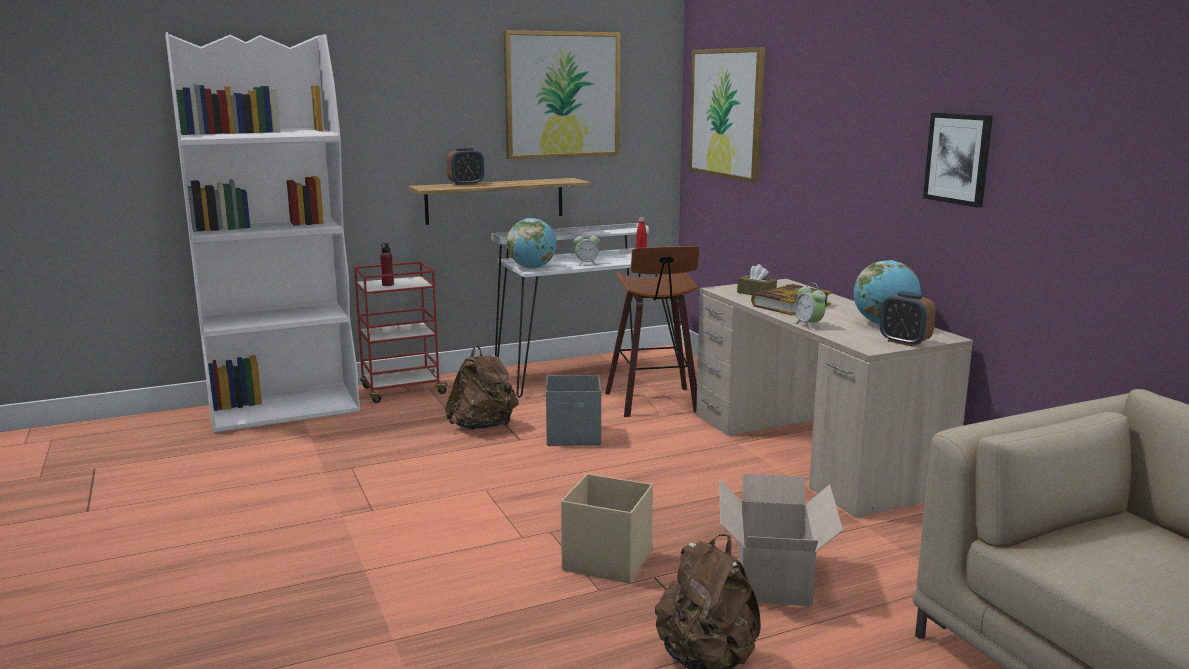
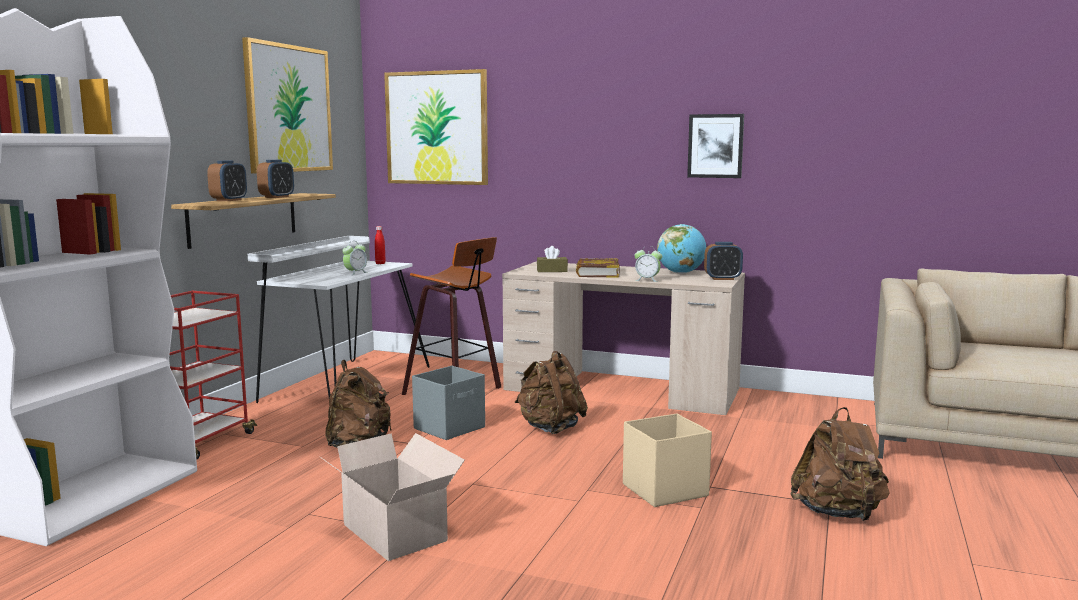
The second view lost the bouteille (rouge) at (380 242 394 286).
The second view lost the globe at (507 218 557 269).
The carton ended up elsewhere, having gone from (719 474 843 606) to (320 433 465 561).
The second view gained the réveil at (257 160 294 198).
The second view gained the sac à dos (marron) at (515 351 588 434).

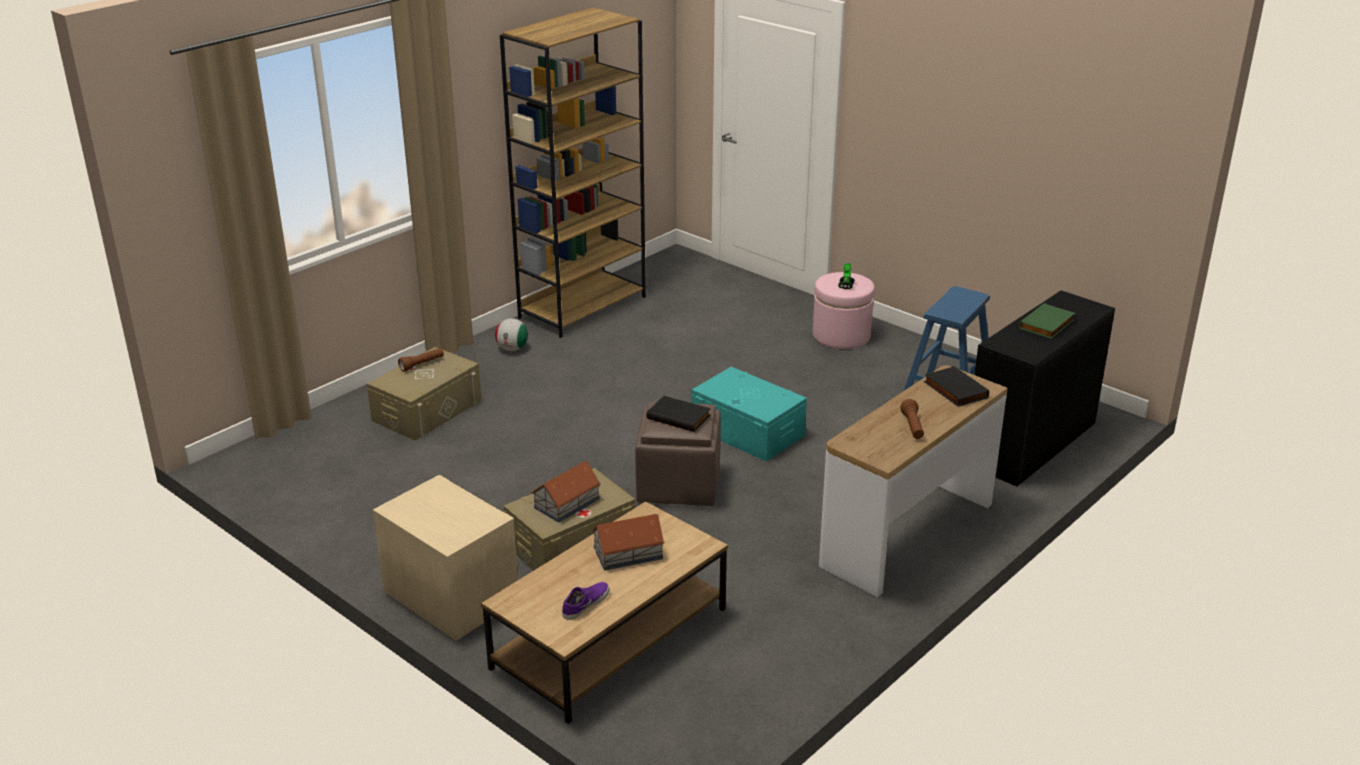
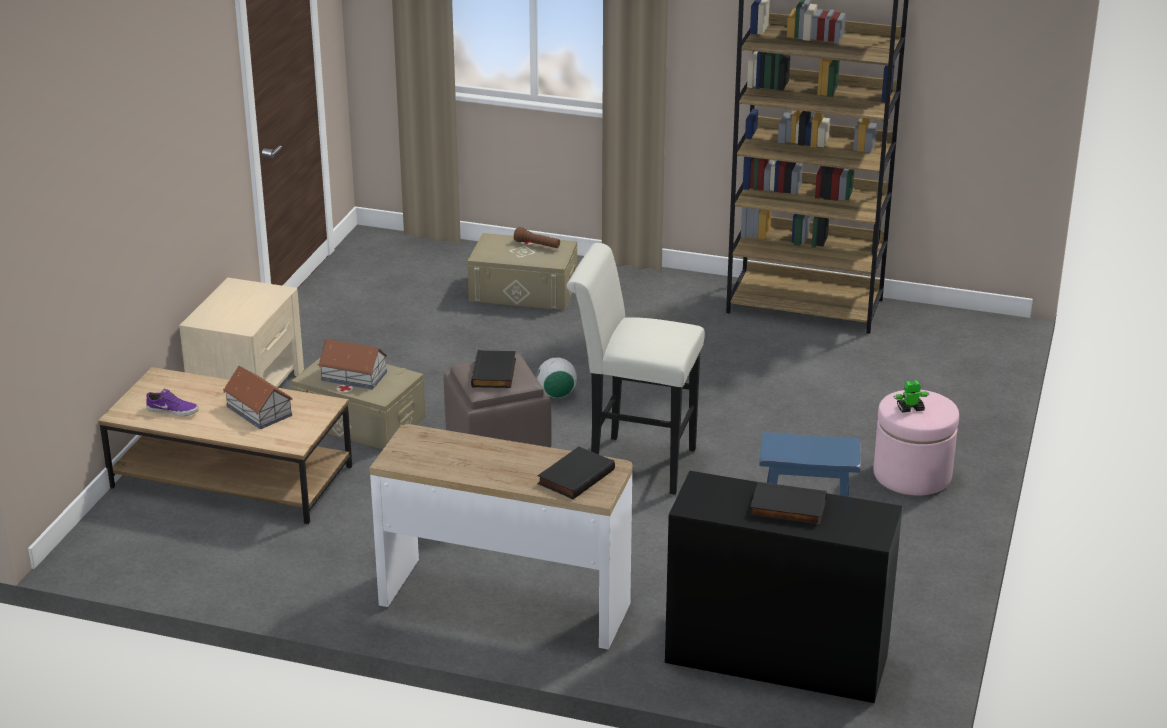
The ballon de foot ended up elsewhere, having gone from (495 318 528 351) to (537 358 577 398).
Where the boîte de rangement (turquoise) stood at (691 367 807 462), the tabouret (blanc) came to stand at (566 243 705 495).
The second view lost the lampe de poche (marron) at (900 399 924 439).
What was the livre (vert) at (1019 303 1075 339) turned into the livre (noir) at (750 482 827 525).

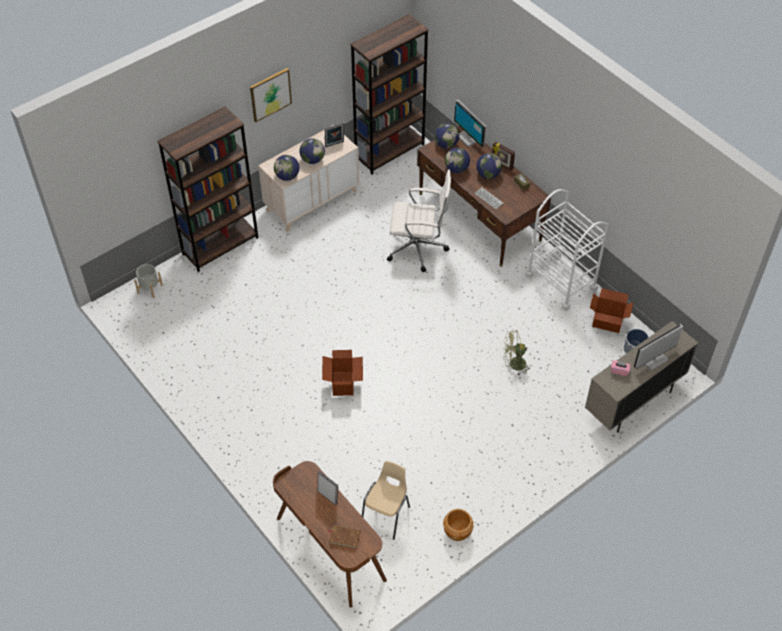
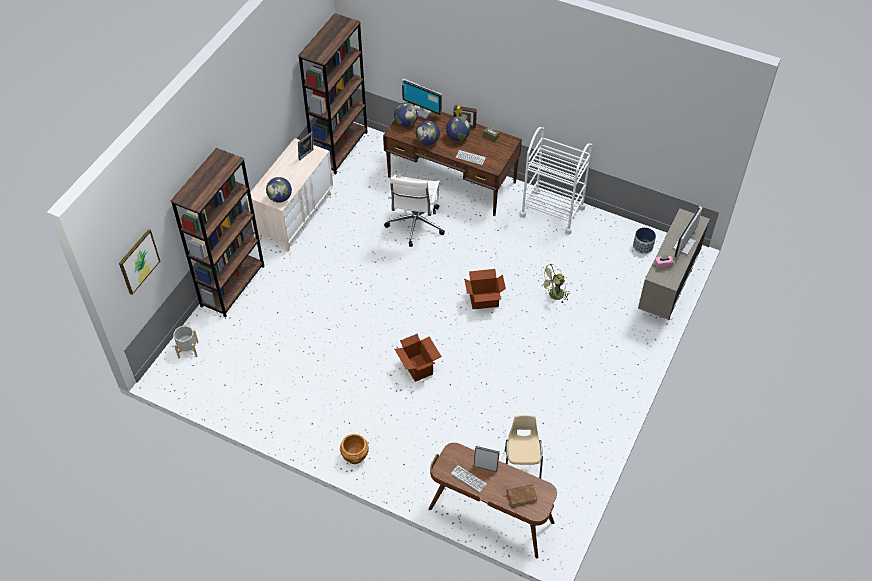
The tableau ended up elsewhere, having gone from (250 68 292 122) to (119 229 160 295).
The second view lost the globe at (299 138 325 164).
The chaise de bureau (blanc) at (387 170 451 272) ended up facing another way, 120 degrees clockwise from before.
The cache-pot (marron) ended up elsewhere, having gone from (443 509 473 541) to (340 434 369 464).
The carton ended up elsewhere, having gone from (590 288 633 333) to (464 269 506 309).
The second view gained the clavier at (451 465 487 492).

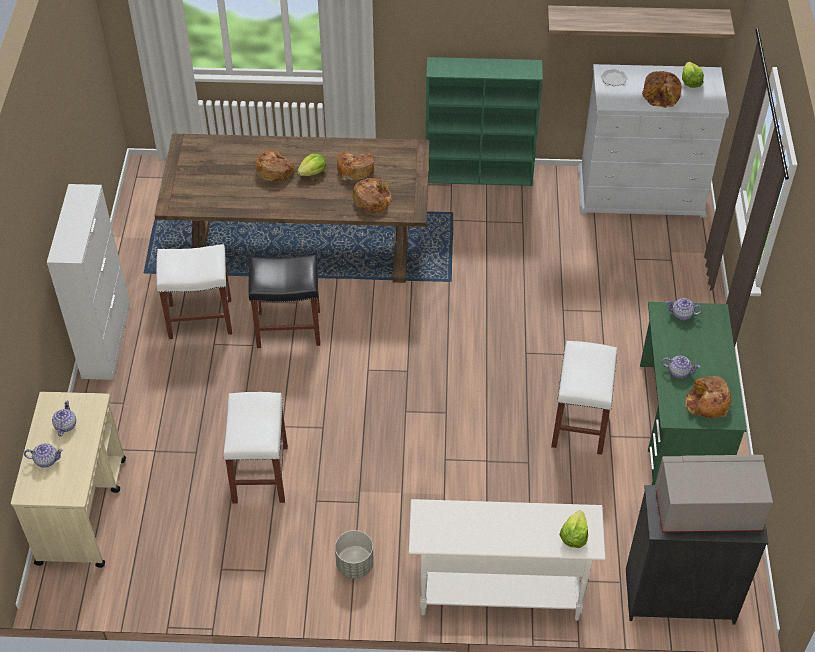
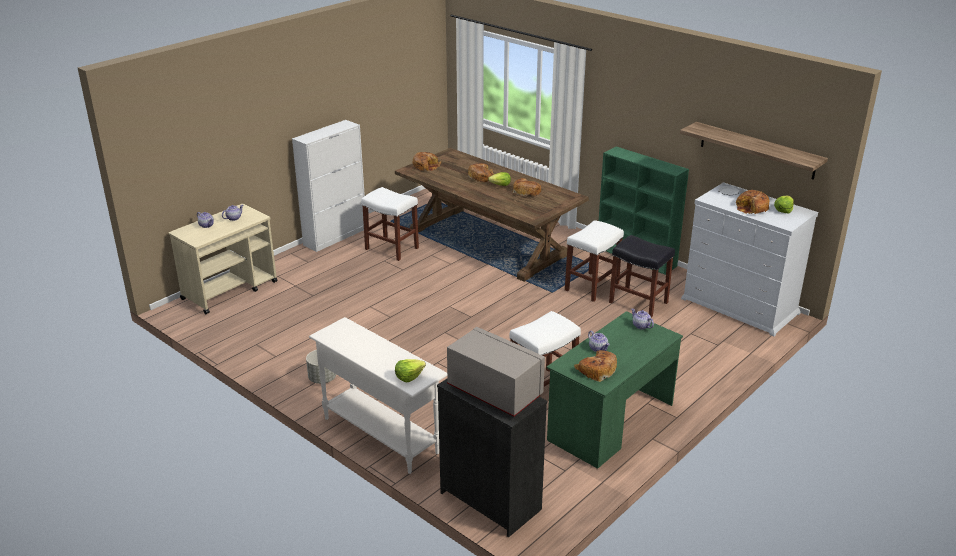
The tabouret (blanc) ended up elsewhere, having gone from (224 392 288 503) to (565 220 624 302).
The tabouret (noir) ended up elsewhere, having gone from (248 255 320 348) to (609 235 675 318).
The pain ended up elsewhere, having gone from (353 178 392 213) to (413 152 441 171).

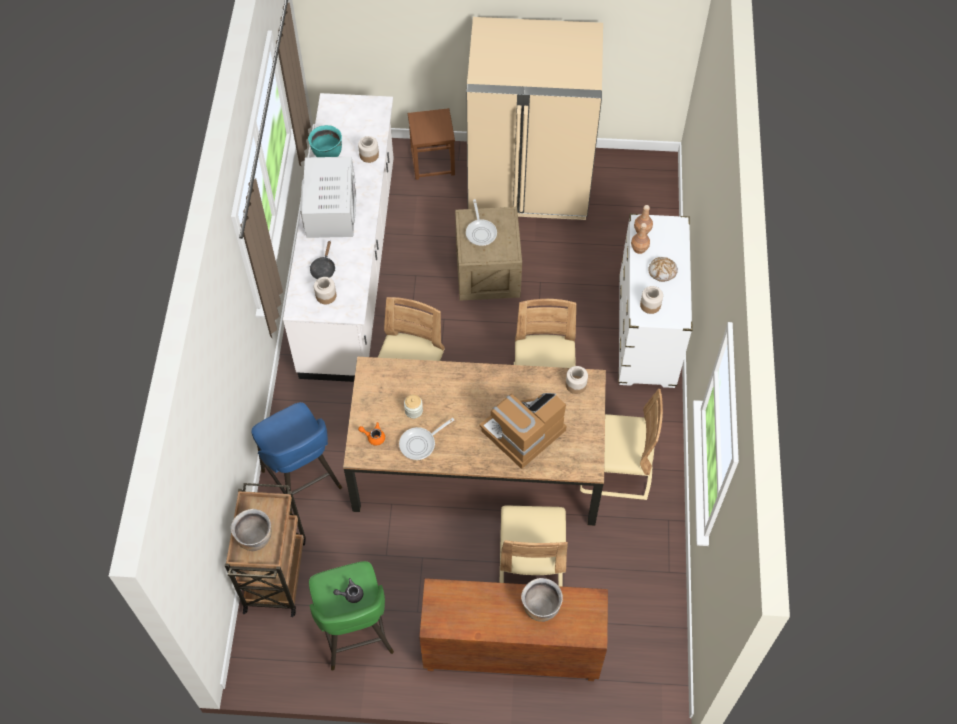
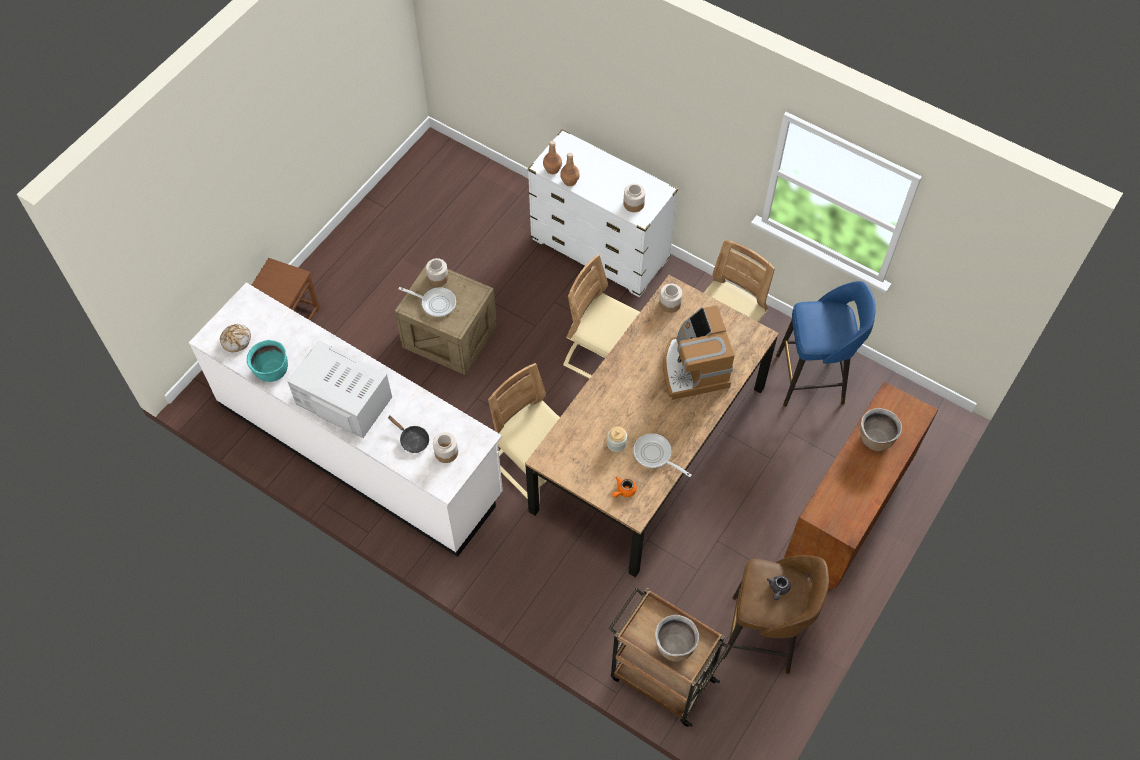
The tabouret (bleu) ended up elsewhere, having gone from (251 402 342 514) to (776 281 876 407).
What was the tabouret (vert) at (309 561 394 671) turned into the tabouret (marron) at (723 555 829 674).
The bocal ended up elsewhere, having gone from (358 136 379 163) to (426 258 448 286).
The poêle at (399 418 454 460) ended up facing another way, 135 degrees clockwise from before.
The second view lost the réfrigérateur (beige) at (466 17 603 220).
The second view lost the chaise (beige) at (500 506 568 587).
The pain ended up elsewhere, having gone from (648 257 678 282) to (220 324 251 352).

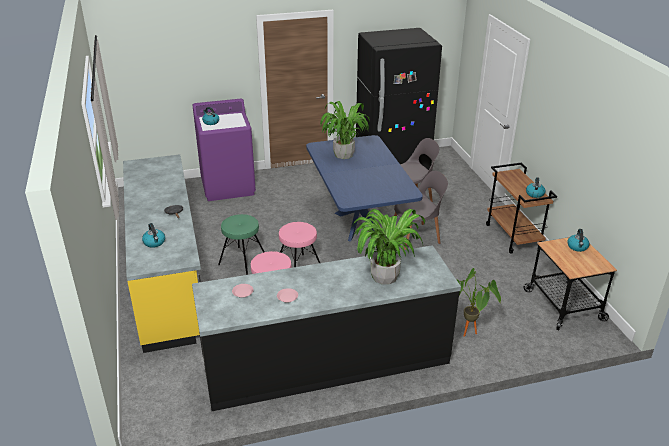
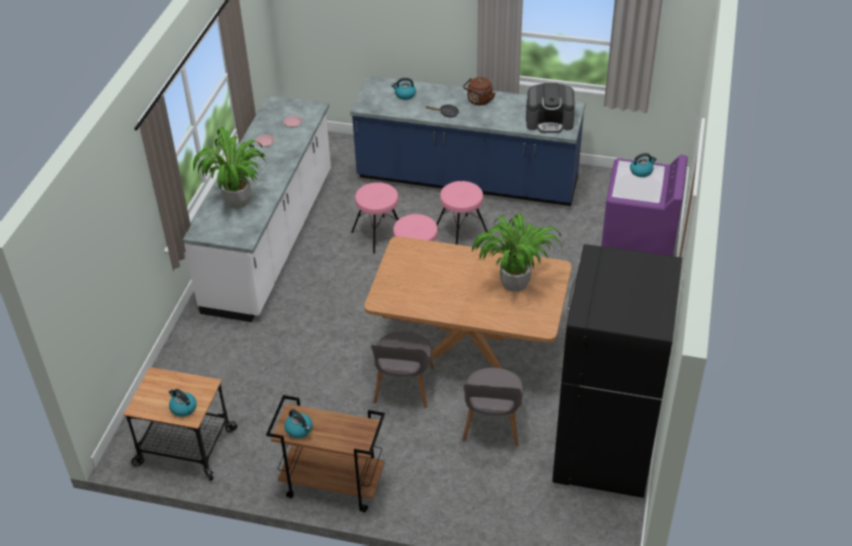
What was the comptoir de cuisine (jaune) at (123 154 201 353) turned into the comptoir de cuisine (bleu) at (350 76 586 206).
What was the comptoir de cuisine (noir) at (192 245 461 411) turned into the comptoir de cuisine (blanc) at (183 95 331 322).
What was the tabouret (vert) at (218 214 264 275) turned into the tabouret (rose) at (437 181 487 245).
What was the table à manger (bleu) at (306 135 423 242) turned into the table à manger (marron) at (364 236 571 369).
The second view lost the plante en pot at (457 268 501 337).
The second view gained the bouilloire (marron) at (463 77 495 105).
The second view gained the machine à café at (526 83 575 133).

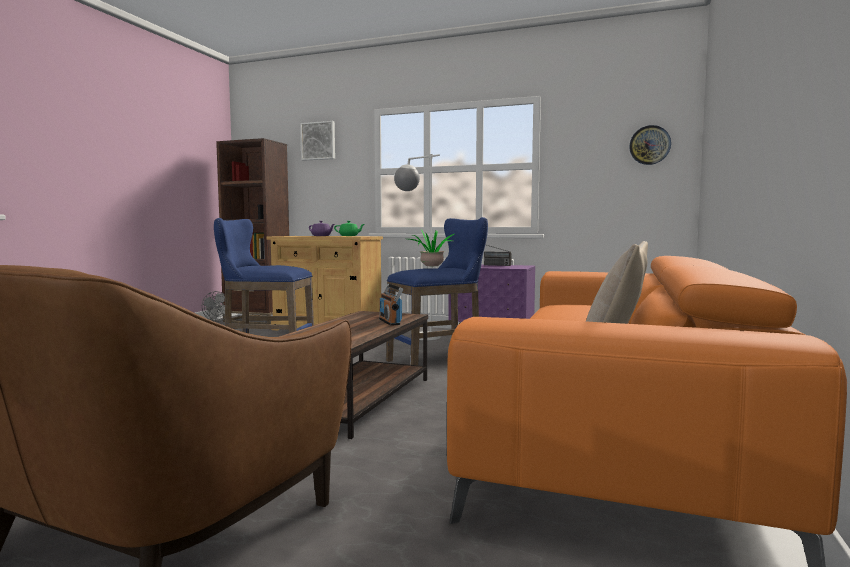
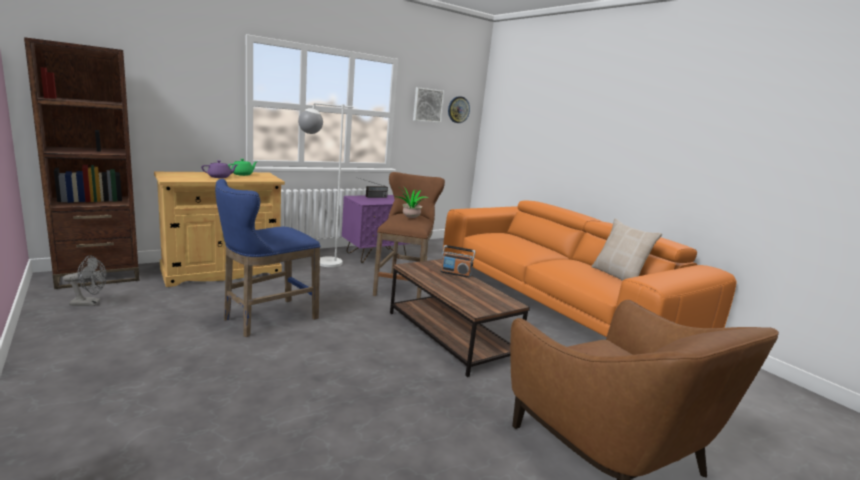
The tableau ended up elsewhere, having gone from (300 121 335 161) to (413 87 444 123).
What was the tabouret (bleu) at (386 217 488 365) turned into the tabouret (marron) at (373 172 445 299).

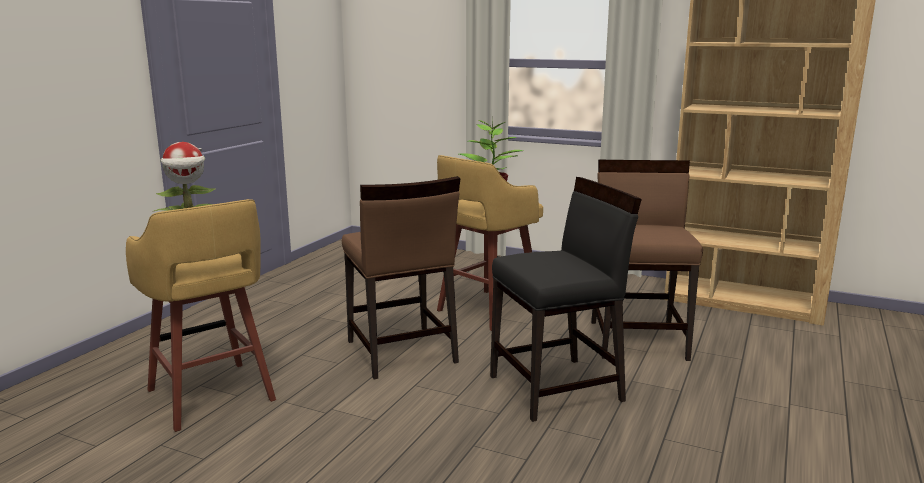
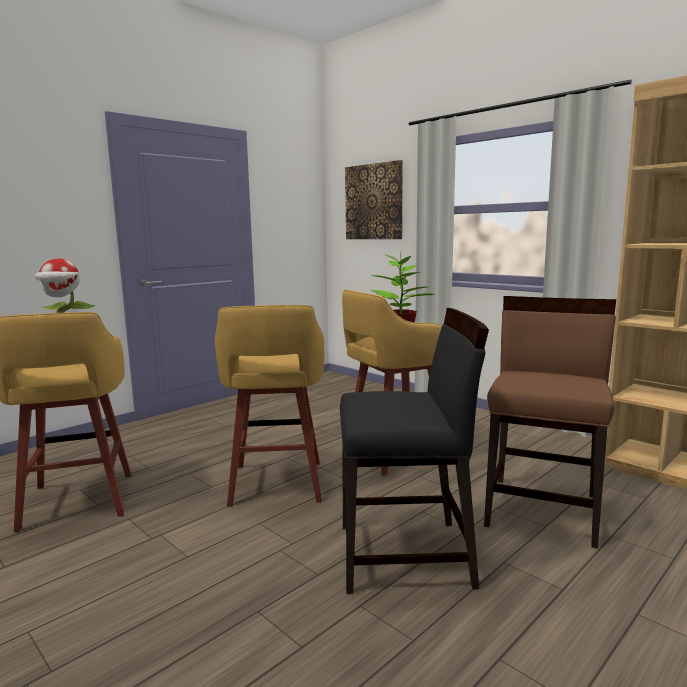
Where the chaise (marron) stood at (342 176 460 379), the tabouret (jaune) came to stand at (215 305 324 507).
The second view gained the tableau at (345 160 403 239).

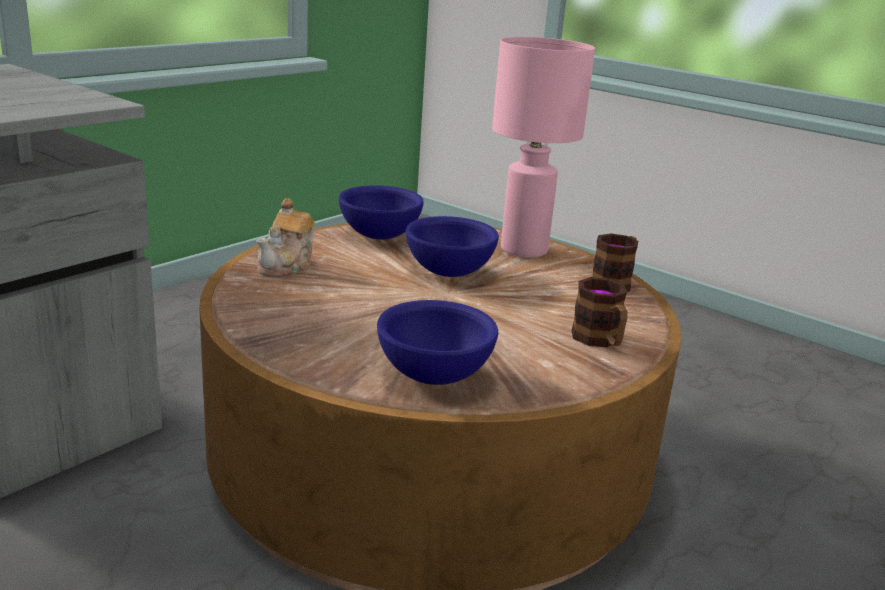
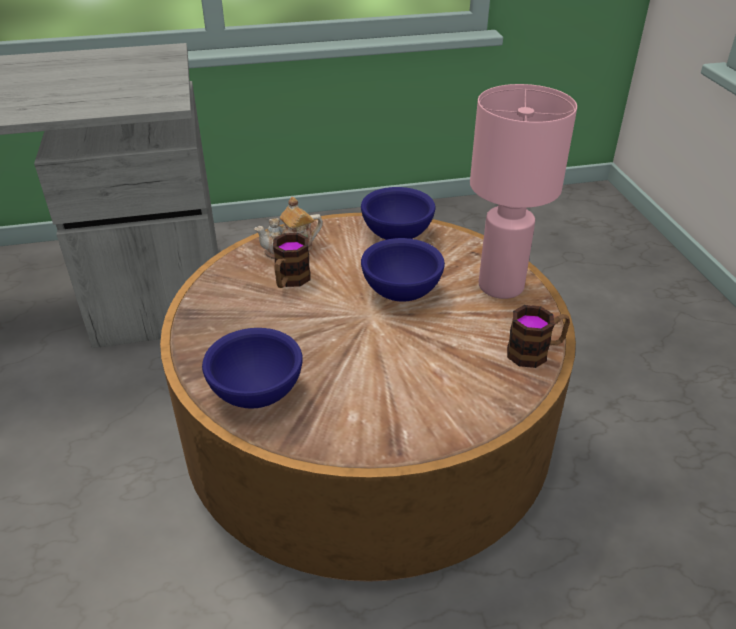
The mug ended up elsewhere, having gone from (571 277 628 347) to (273 233 310 288).

